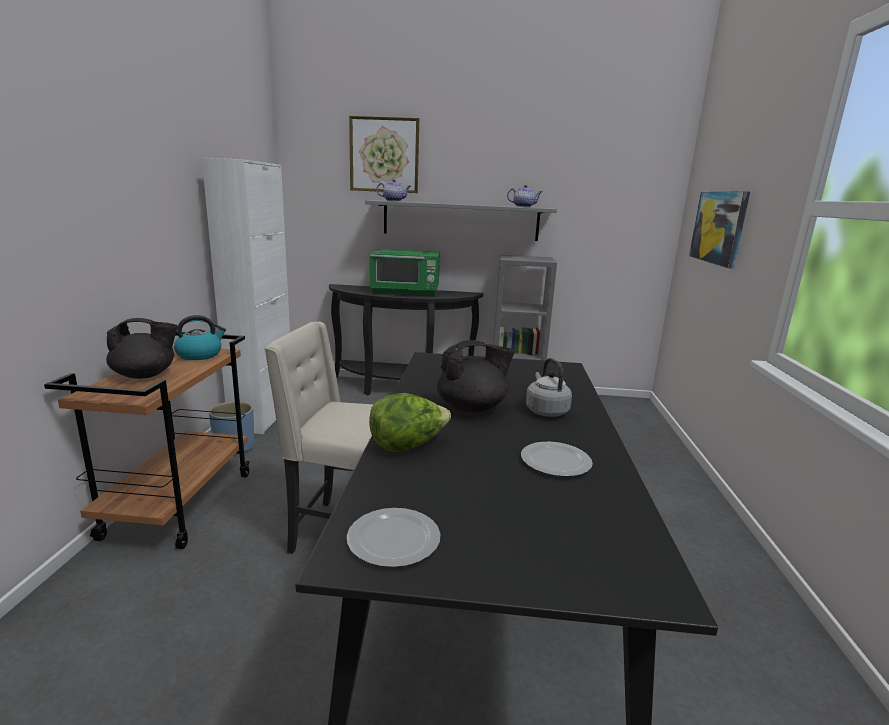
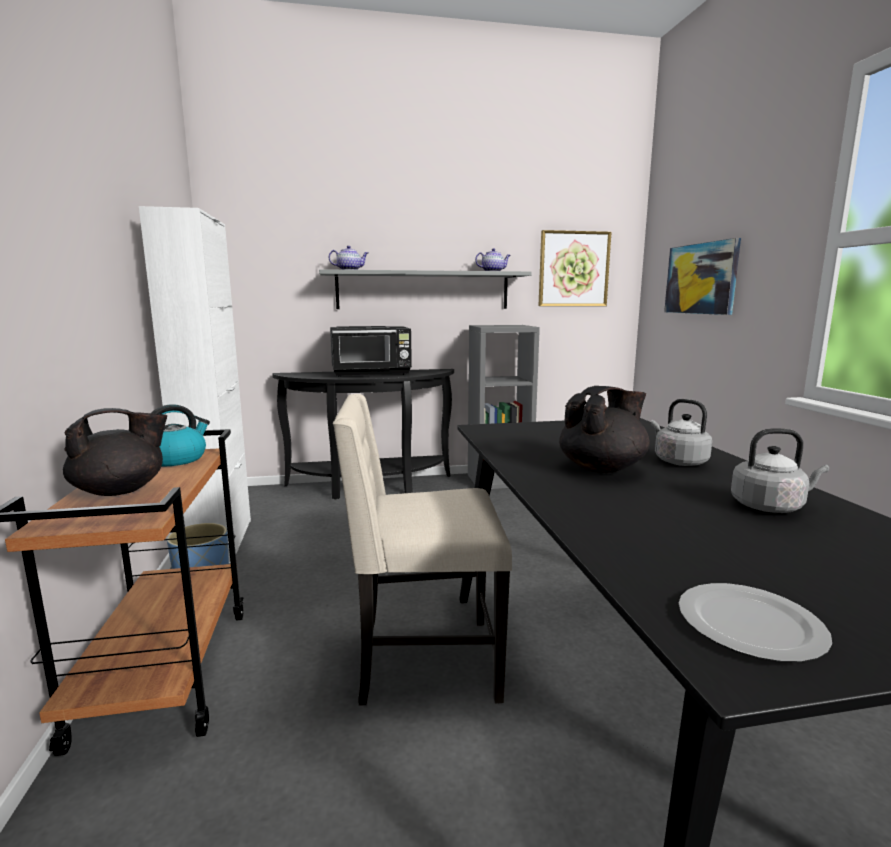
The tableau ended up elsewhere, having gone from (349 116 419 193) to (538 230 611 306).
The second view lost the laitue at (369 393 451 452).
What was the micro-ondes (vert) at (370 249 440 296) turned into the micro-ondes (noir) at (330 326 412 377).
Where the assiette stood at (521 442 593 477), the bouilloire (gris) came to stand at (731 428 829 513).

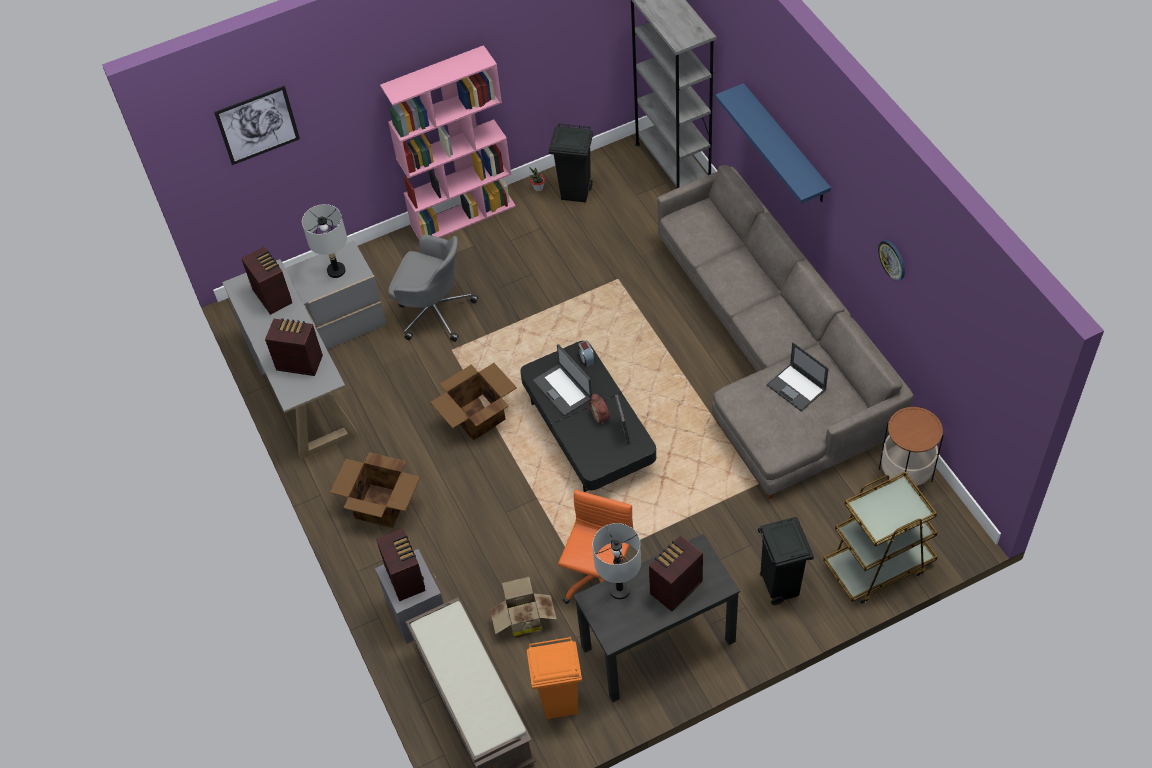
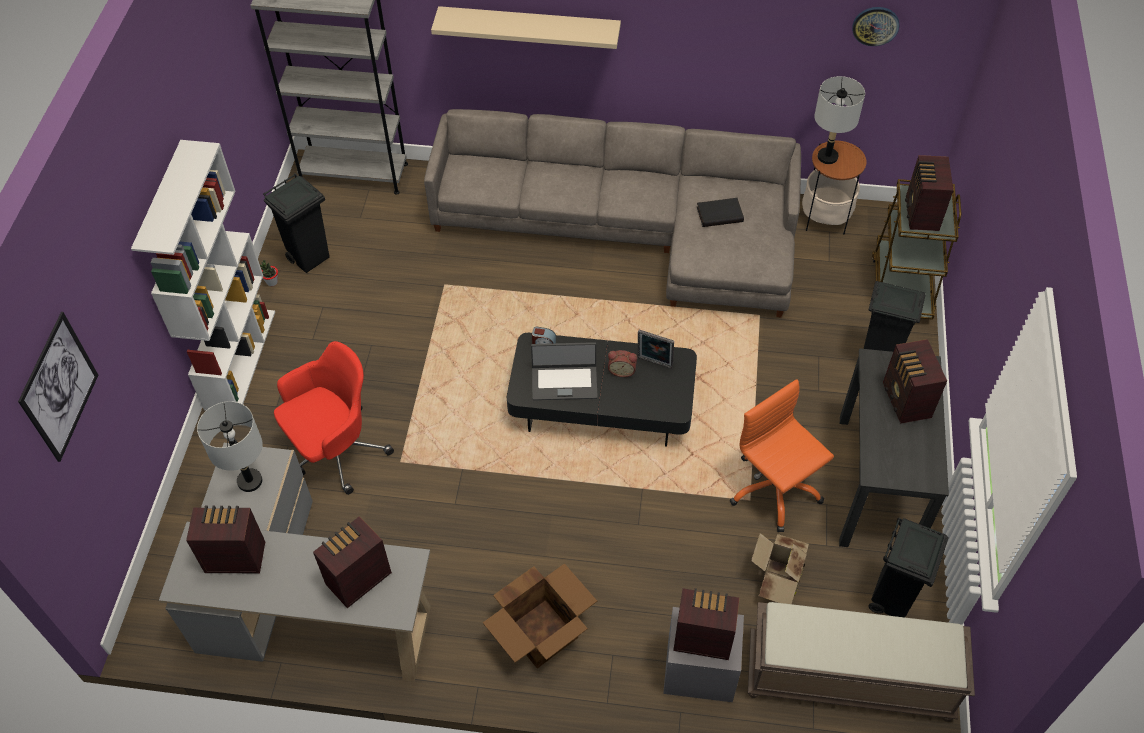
What was the bibliothèque (rose) at (380 45 516 241) turned into the bibliothèque (blanc) at (131 140 275 411).
What was the chaise de bureau (gris) at (388 235 478 342) turned into the chaise de bureau (rouge) at (274 341 394 495).
The second view lost the carton at (430 363 517 441).
What was the poubelle (orange) at (527 637 582 719) turned into the poubelle (noir) at (868 518 949 617).
The lampe de table (gris) ended up elsewhere, having gone from (592 523 641 600) to (814 76 865 164).
What was the étagère (bleu) at (715 83 831 204) turned into the étagère (beige) at (431 6 621 49).
Where the ordinateur portable stood at (767 342 829 412), the livre (noir) came to stand at (697 198 744 227).
The horloge murale ended up elsewhere, having gone from (878 240 905 281) to (852 7 899 46).
The second view gained the radio at (905 155 953 231).

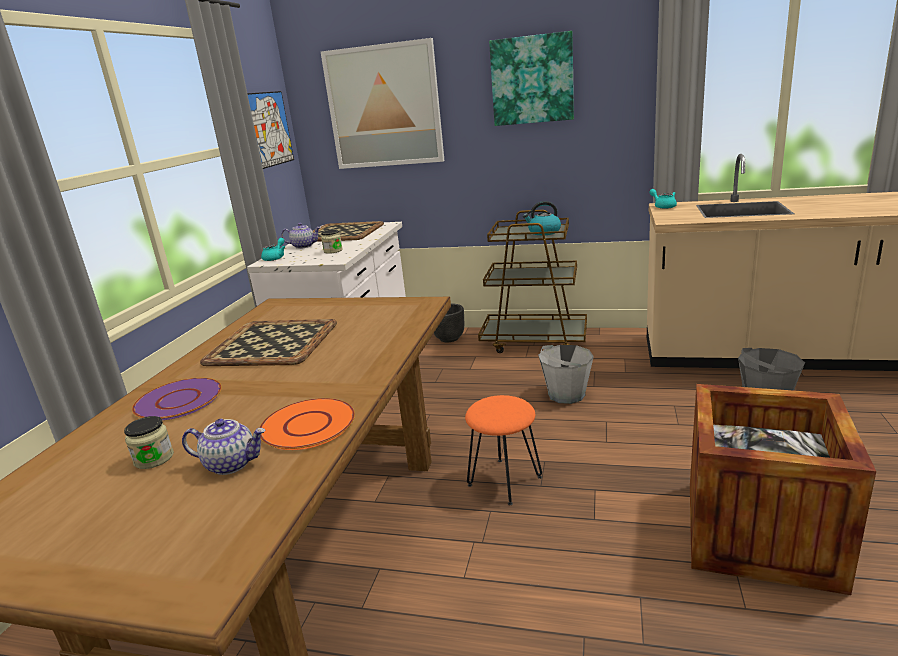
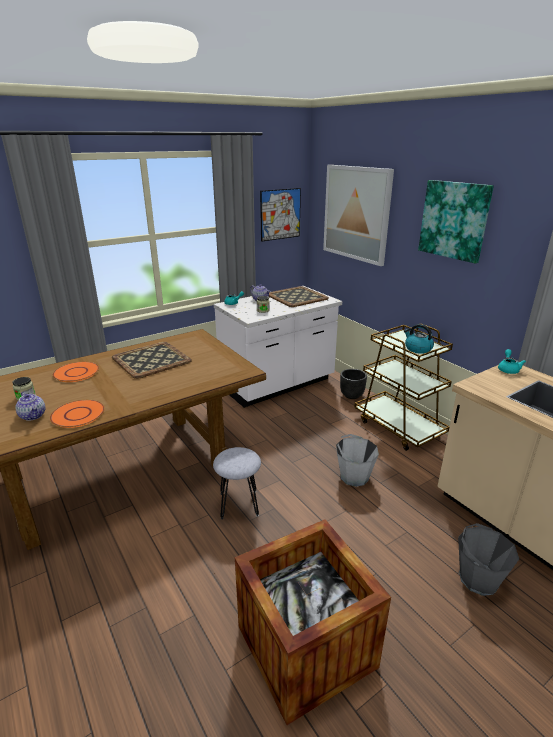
What was the assiette (violet) at (132 378 222 420) turned into the assiette (orange) at (53 362 99 382).
What was the tabouret (orange) at (465 395 542 505) turned into the tabouret (gris) at (213 447 261 519).

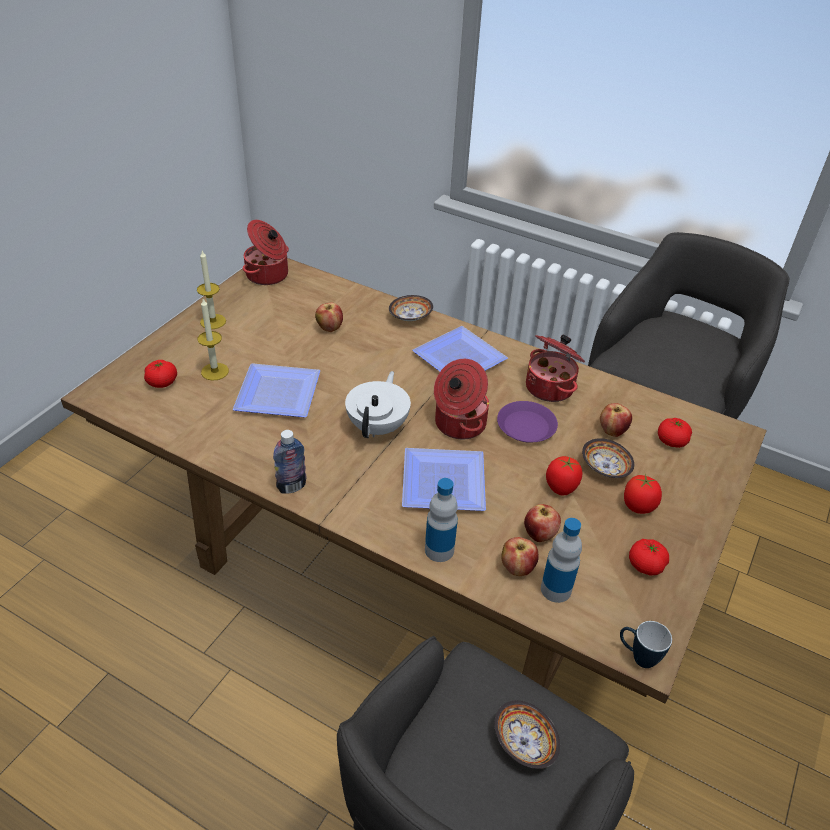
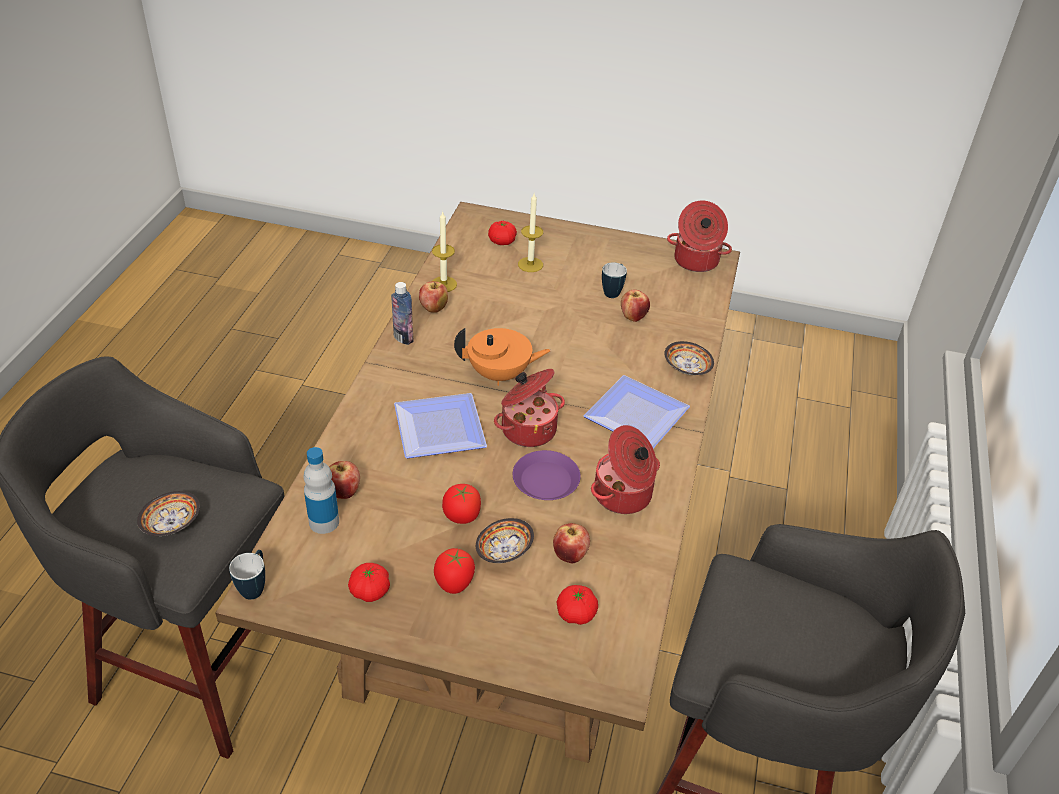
The bougie ended up elsewhere, having gone from (197 251 226 329) to (432 211 457 292).
The second view lost the assiette at (233 363 321 418).
What was the théière (blanc) at (345 371 411 438) turned into the théière (orange) at (454 328 551 386).
The second view lost the bouteille at (425 478 458 562).
The pomme ended up elsewhere, having gone from (524 504 561 542) to (419 281 448 313).
The second view gained the mug at (602 262 627 298).

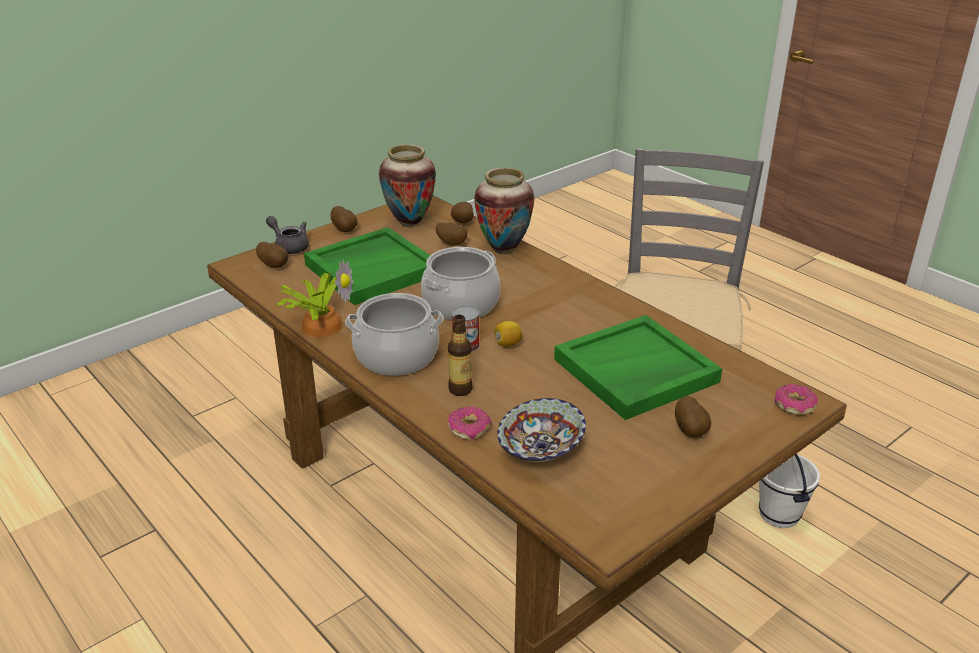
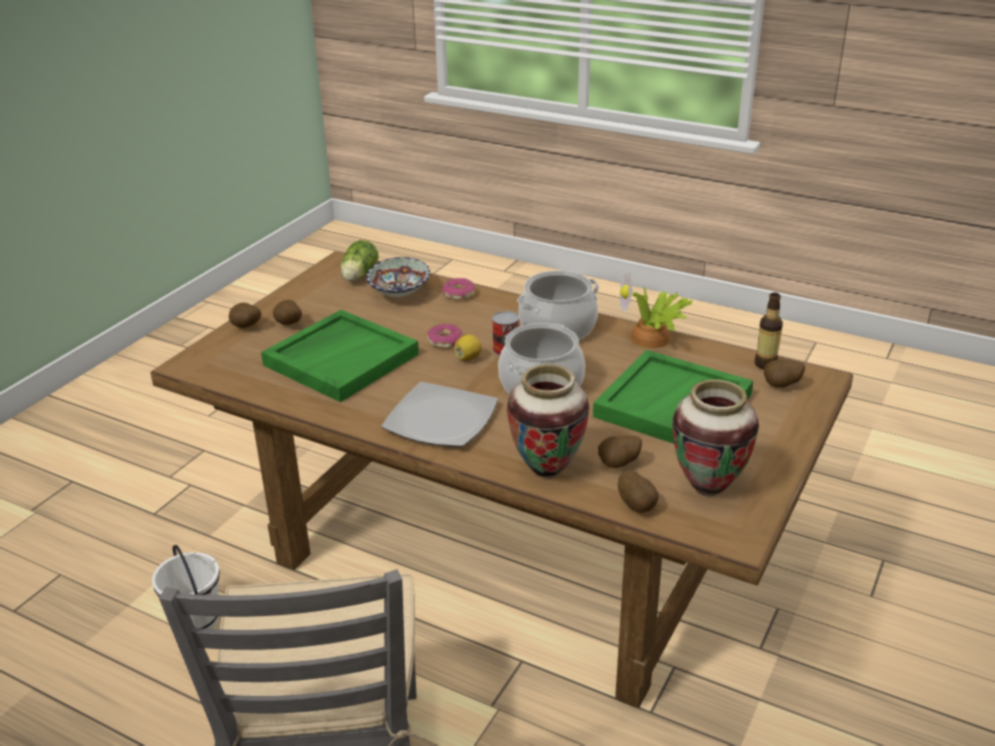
The second view lost the théière (gris) at (266 216 309 254).
The pomme de terre ended up elsewhere, having gone from (330 206 358 232) to (229 303 261 328).
The bouteille ended up elsewhere, having gone from (448 315 473 396) to (754 293 783 369).
The beignet ended up elsewhere, having gone from (775 384 818 415) to (427 324 462 349).
The second view gained the laitue at (341 240 379 281).
The second view gained the assiette at (381 382 498 447).

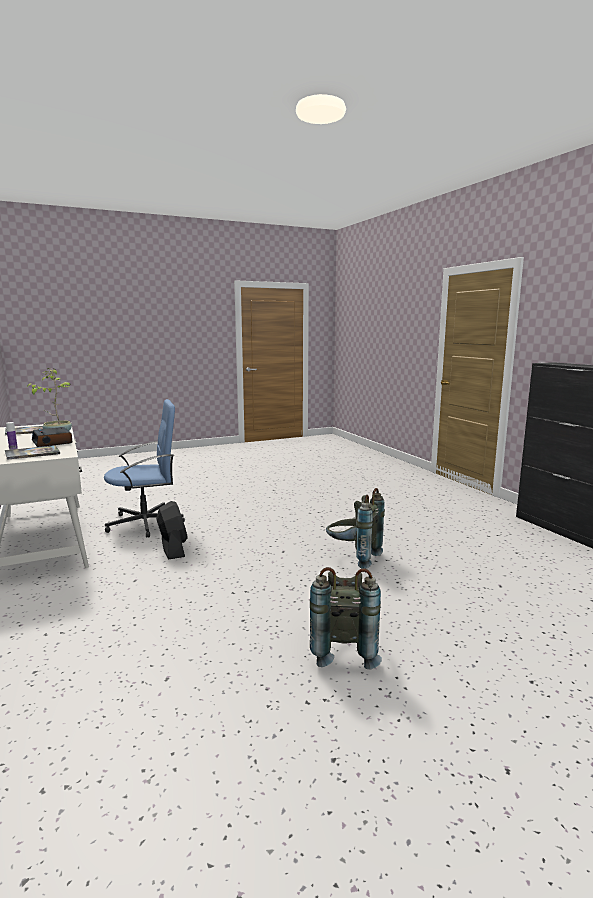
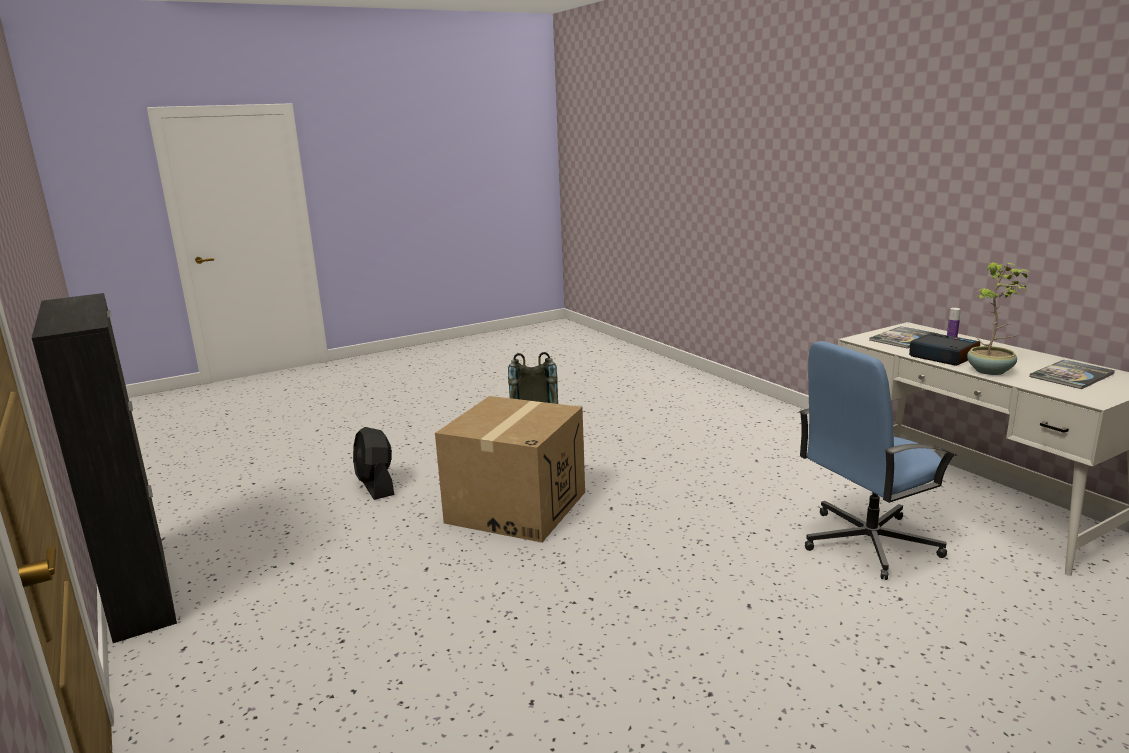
The ventilateur (noir) ended up elsewhere, having gone from (156 501 188 560) to (353 427 394 500).
Where the sac à dos (gris) stood at (326 488 385 569), the carton came to stand at (435 396 585 543).

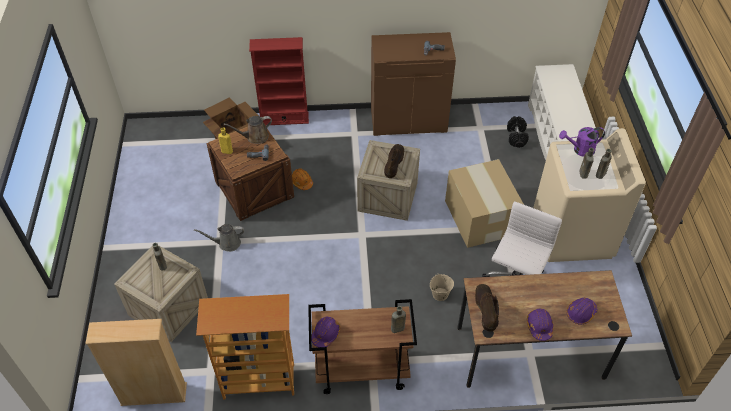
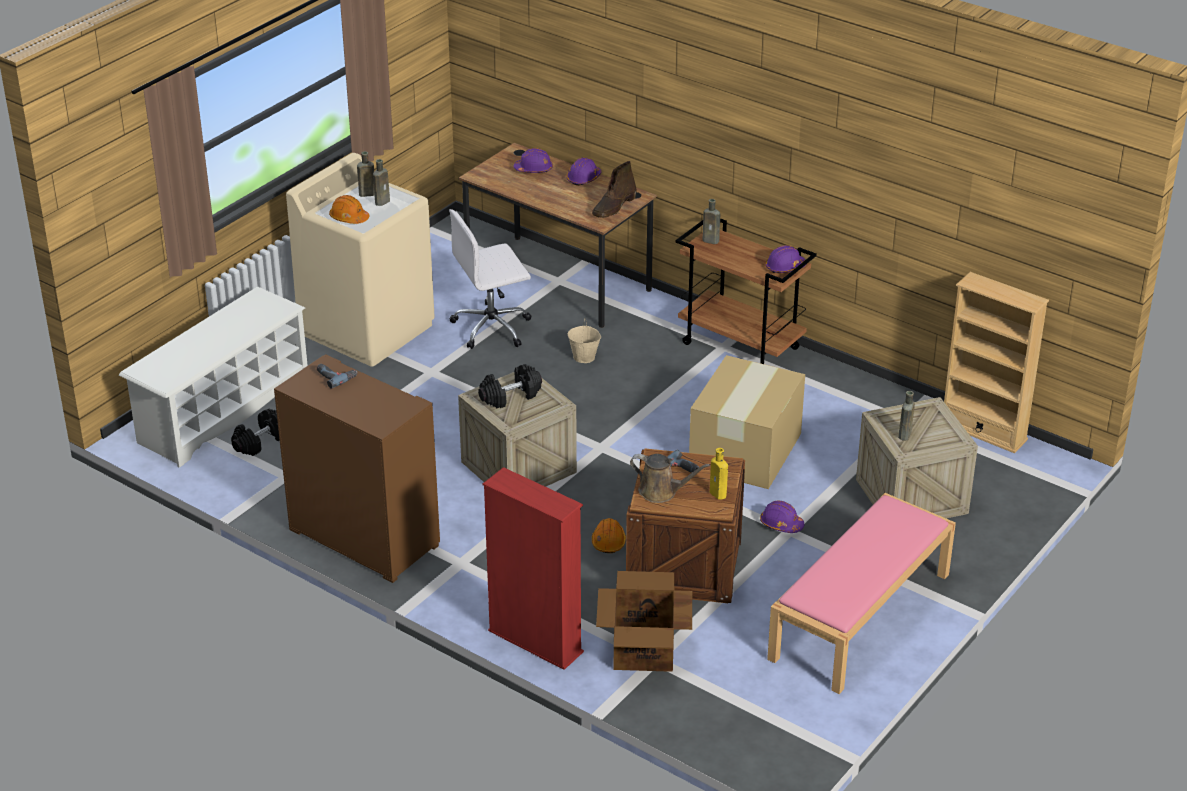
Where the arrosoir (gris) stood at (194 224 244 252), the casque de chantier (violet) came to stand at (760 501 804 533).
The second view lost the bibliothèque at (196 294 294 400).
Where the botte (marron) stood at (384 144 404 178), the haltère (noir) came to stand at (478 364 542 408).
The carton ended up elsewhere, having gone from (445 159 523 248) to (689 355 805 489).
Where the arrosoir (violet) stood at (559 127 605 157), the casque de chantier (orange) came to stand at (329 195 369 224).
The second view gained the banc (rose) at (767 493 956 694).

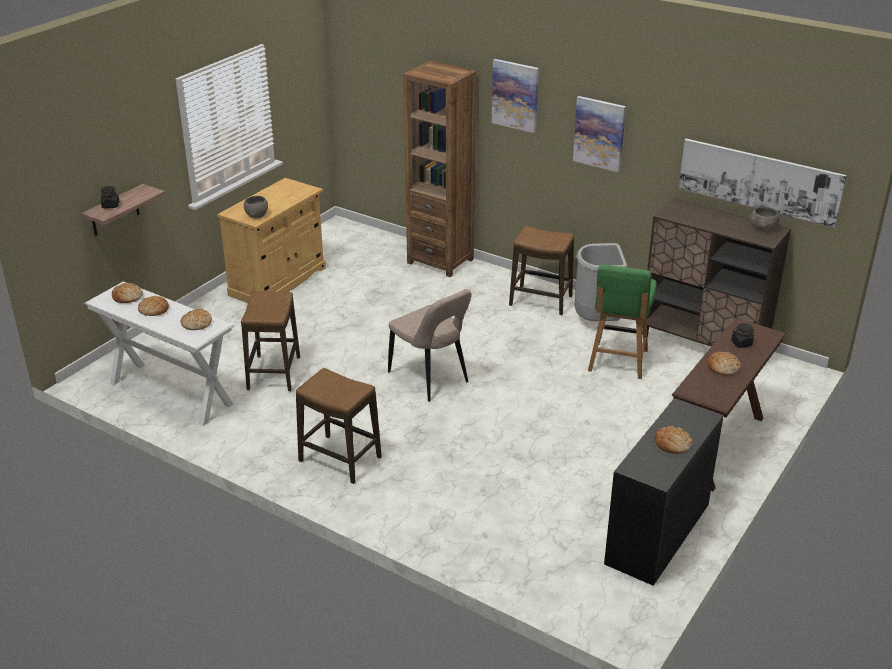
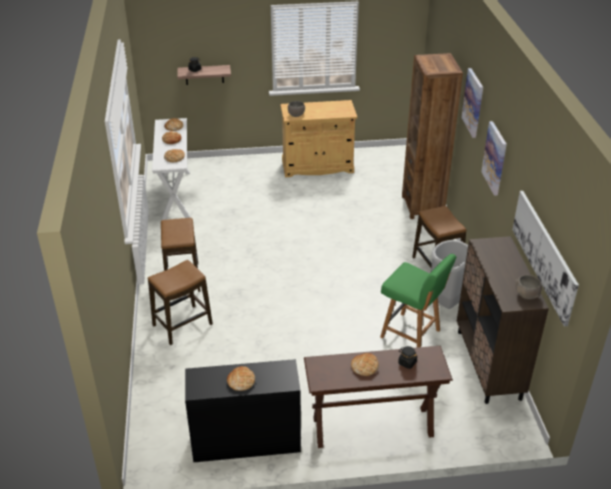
The tabouret ended up elsewhere, having gone from (241 291 300 391) to (148 260 213 345).
The second view lost the chaise (beige) at (388 289 472 402).
The chaise (vert) at (588 265 657 379) ended up facing another way, 120 degrees counterclockwise from before.

